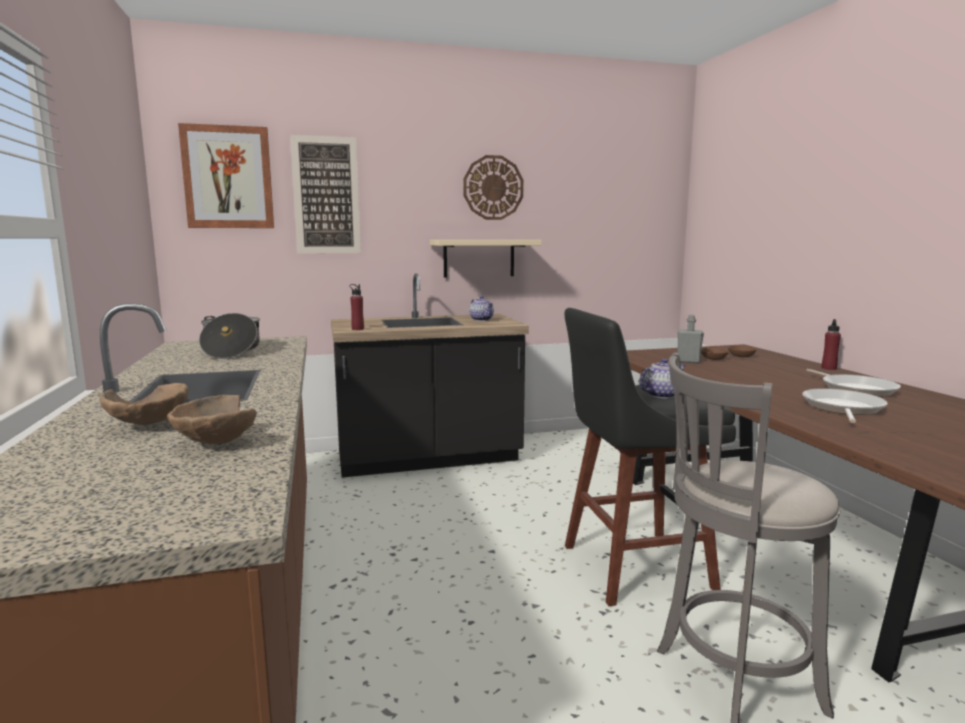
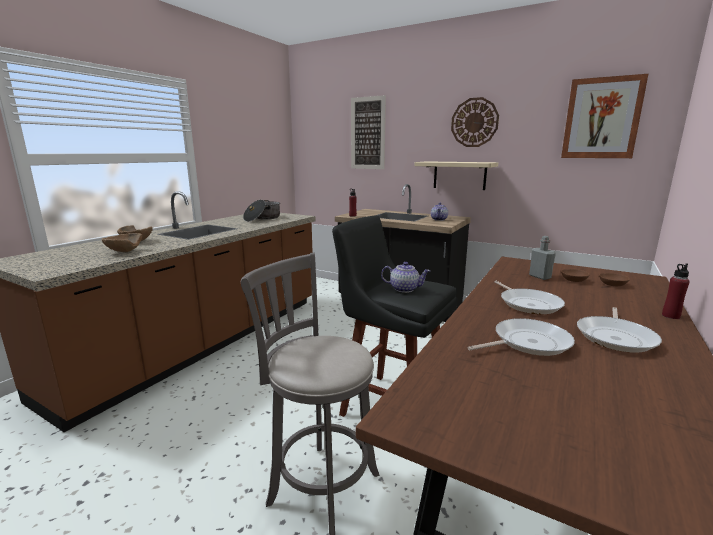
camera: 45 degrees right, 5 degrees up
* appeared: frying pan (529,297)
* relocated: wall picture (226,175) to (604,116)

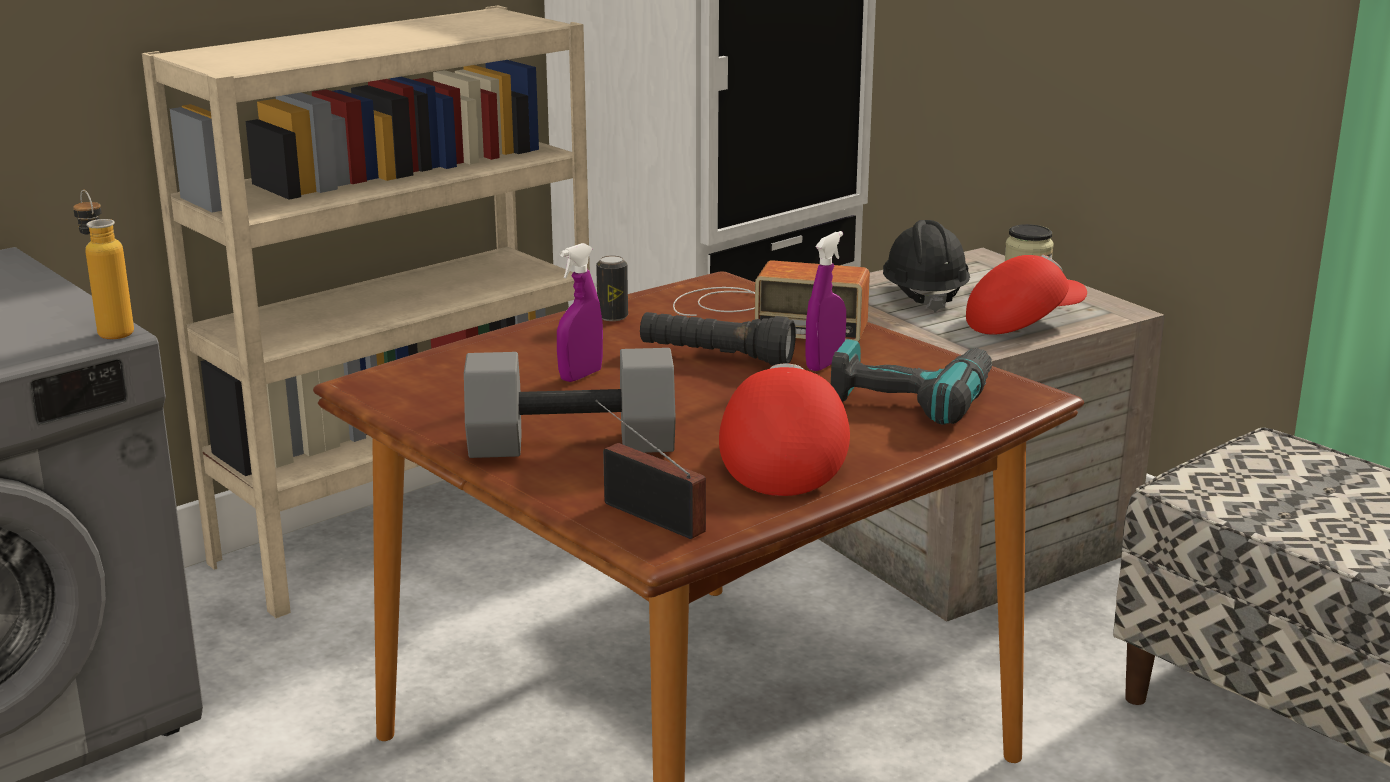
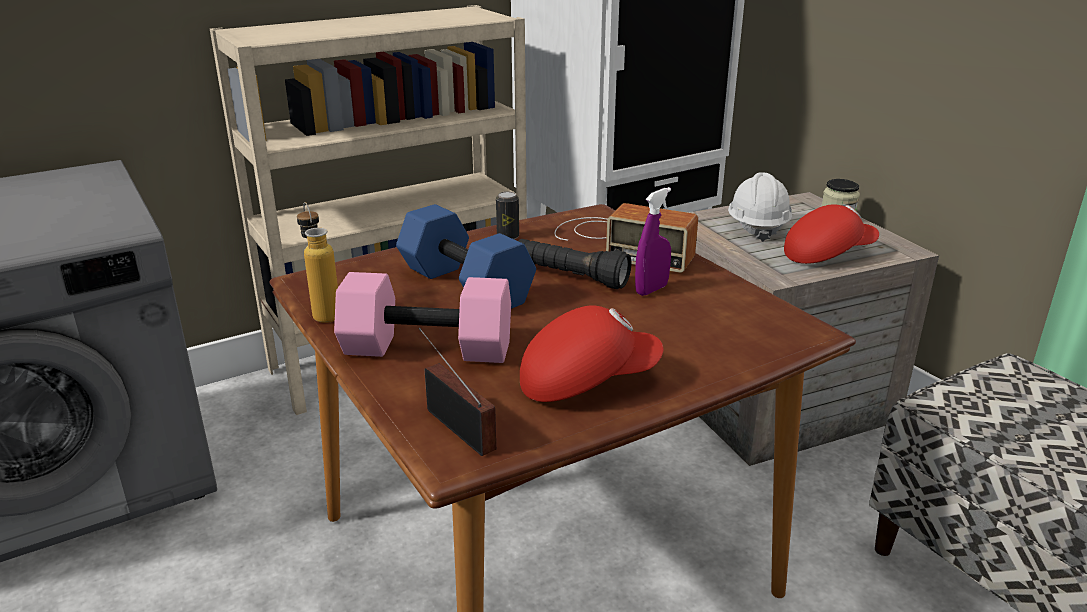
camera: 10 degrees right, 5 degrees up
* relocated: drink bottle (103,264) to (317,262)
* colour: free weight in gray (570,403) to free weight in pinkish (422,317)
* exchanged: hand sprayer in purple-coloured (580,312) to free weight in blue (466,256)
* spun: baseball cap in reddish (784,430) = (591,354) 60 degrees clockwise
* colour: hard hat in blackish (926,266) to hard hat in whitish (760,207)
* missing: power drill (911,381)

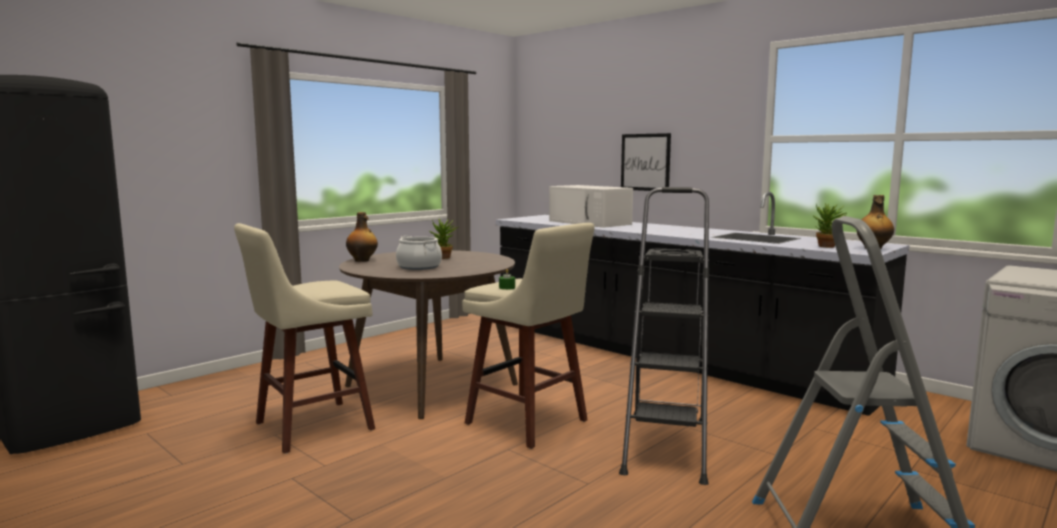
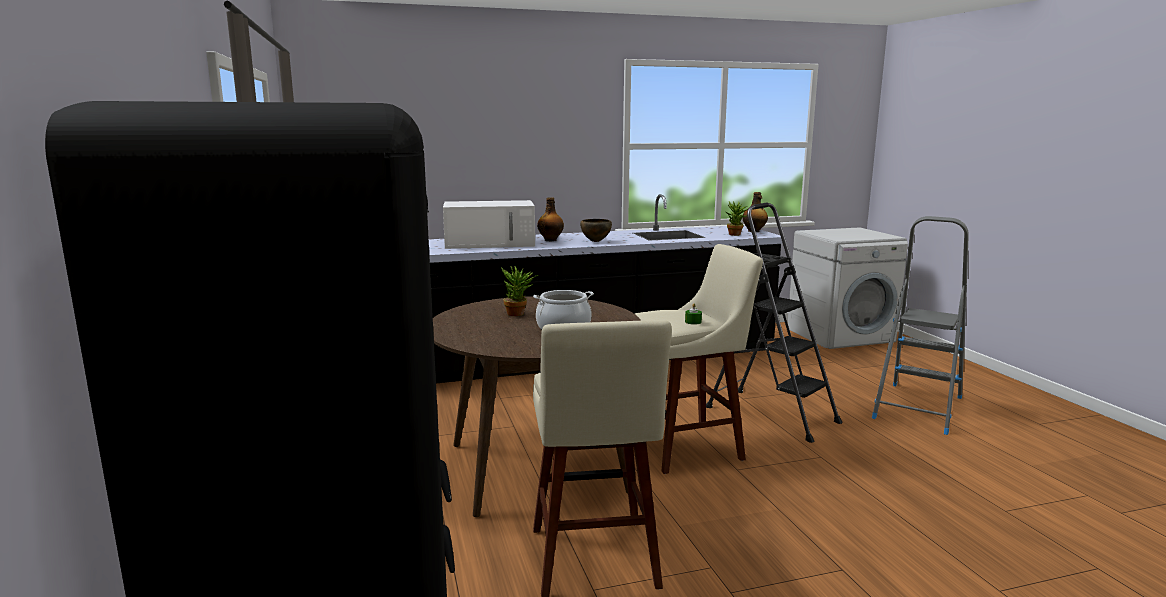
camera: 60 degrees left, 5 degrees up
* relocated: drink bottle (362,237) to (550,219)
* appeared: deep dish in brownish (596,230)
* missing: wall picture (646,162)

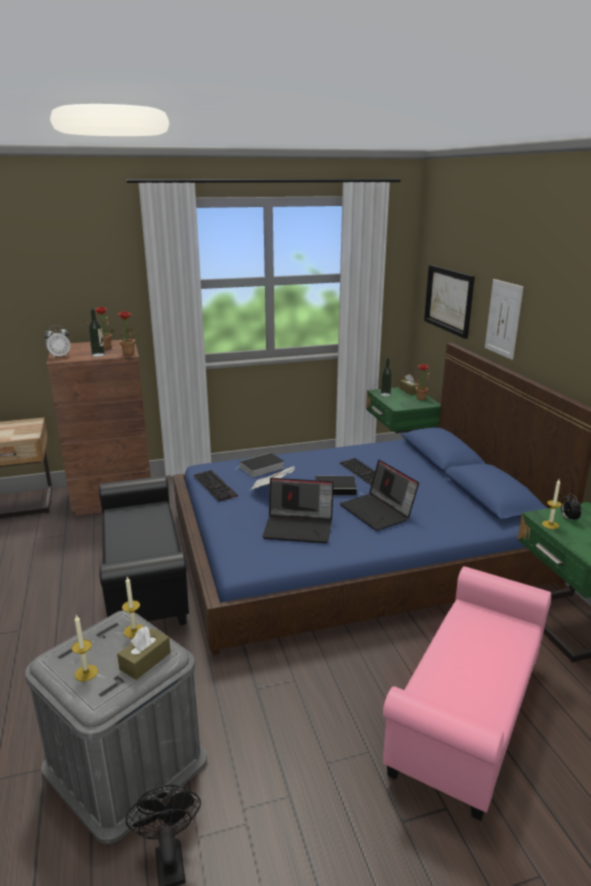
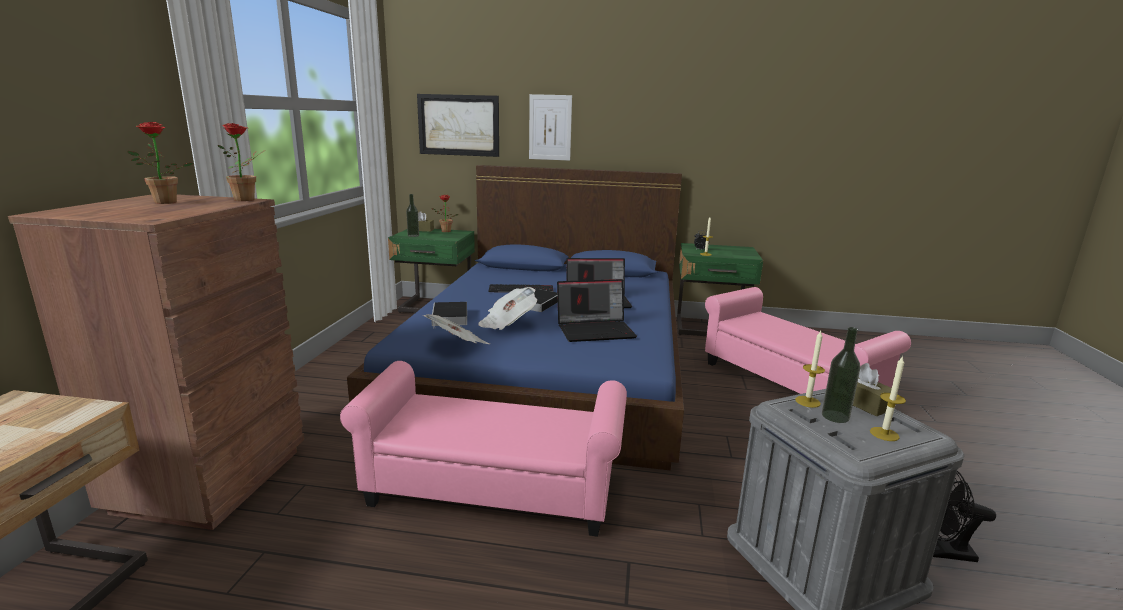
camera: 65 degrees left, 5 degrees down
* colour: ottoman in blackish (144,550) to ottoman in pinkish (483,449)
* exchanged: PC keyboard (215,486) to printed paper (456,329)
* spun: laptop (298,510) = (597,310) 45 degrees clockwise
* relocated: drink bottle (96,332) to (841,375)
* missing: table clock (57,341)

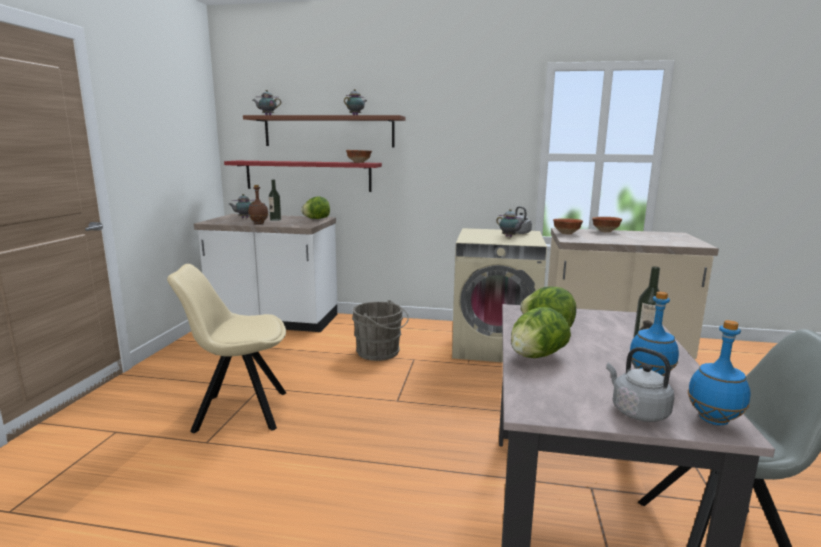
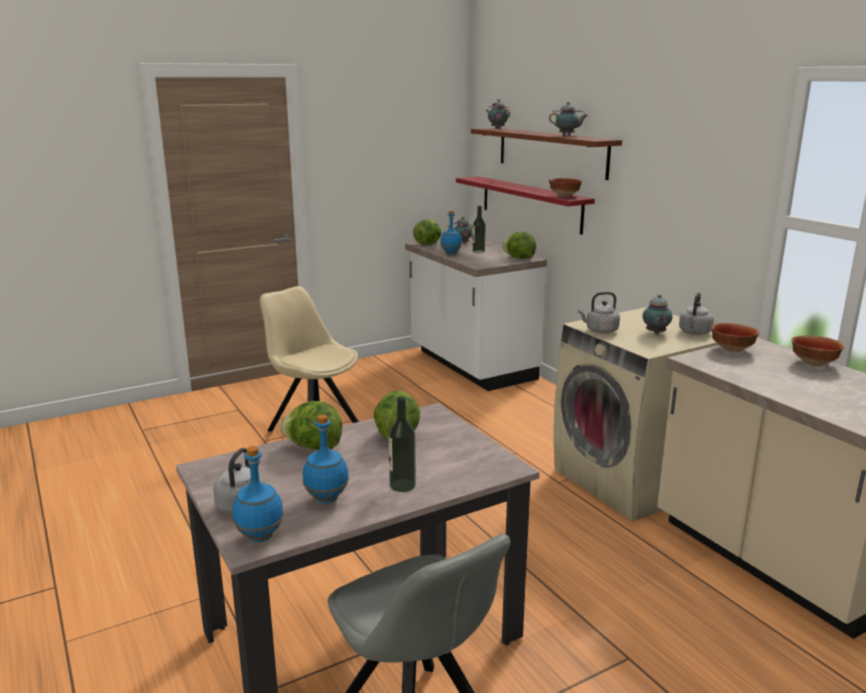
camera: 50 degrees right, 5 degrees up
* appeared: lettuce head (427,231)
* colour: drink bottle in brownish (258,204) to drink bottle in blue (451,233)
* appeared: water kettle in gray (599,312)
* missing: pail in gray (380,330)

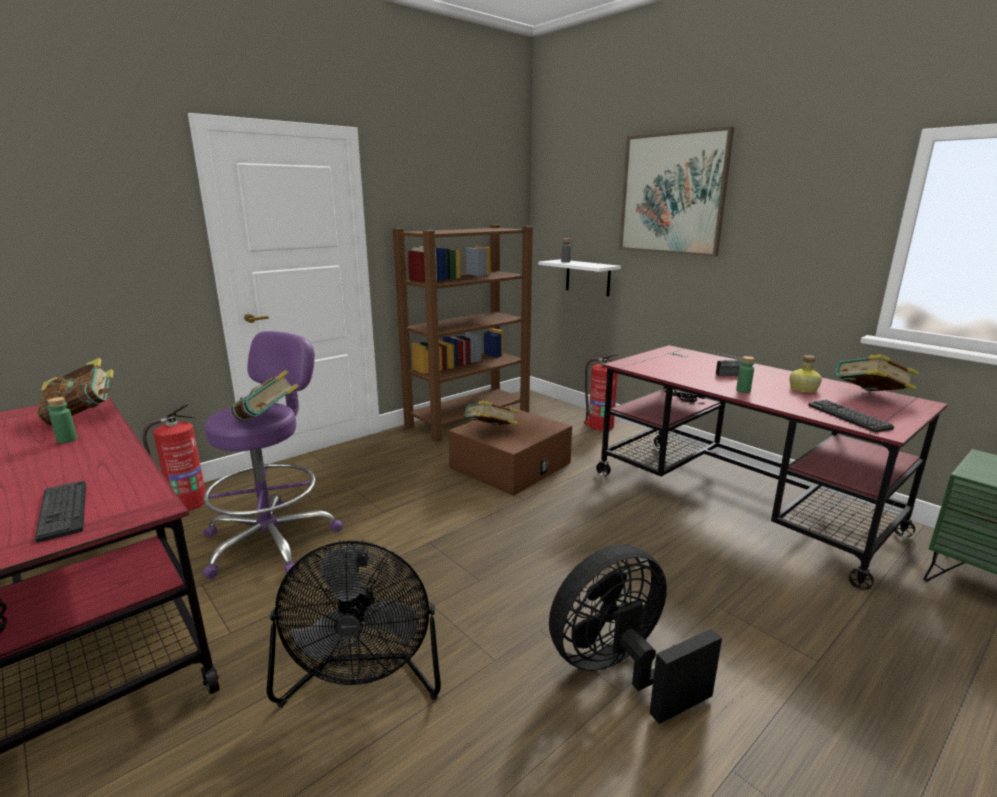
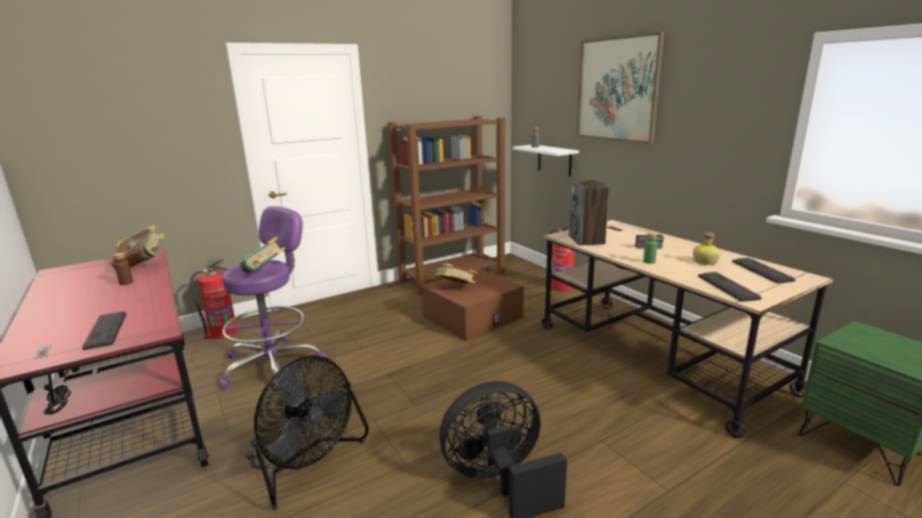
camera: 10 degrees right, 0 degrees up
* colour: drink bottle in green (62,420) to drink bottle in brownish (123,269)
* spun: fan in blackish (354,624) = (307,433) 60 degrees counterclockwise
* colour: desk in reddish (772,467) to desk in beige (687,329)
* appeared: speaker (589,213)
* exchanged: bound book (877,372) to PC keyboard (763,270)

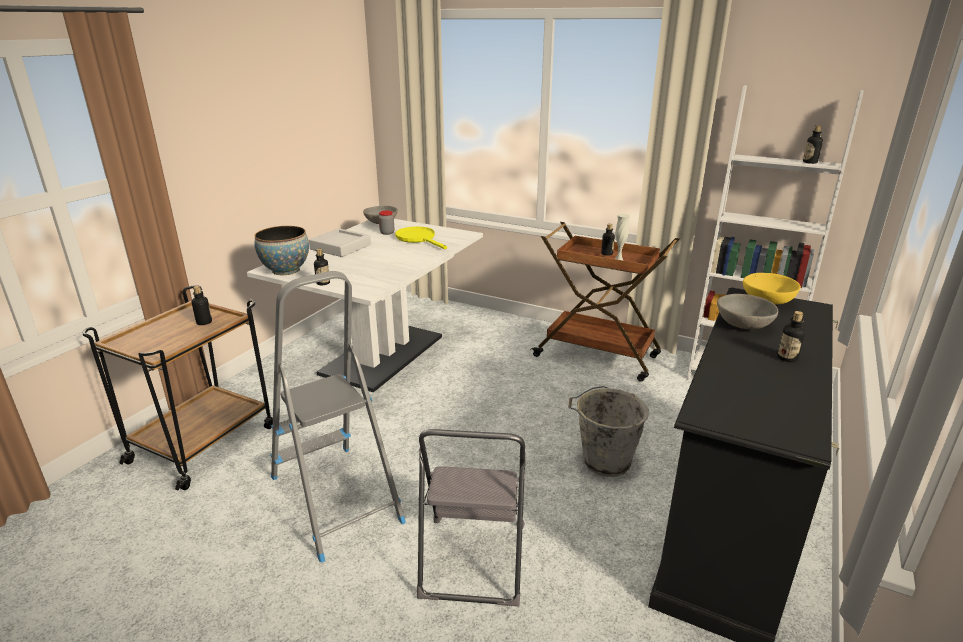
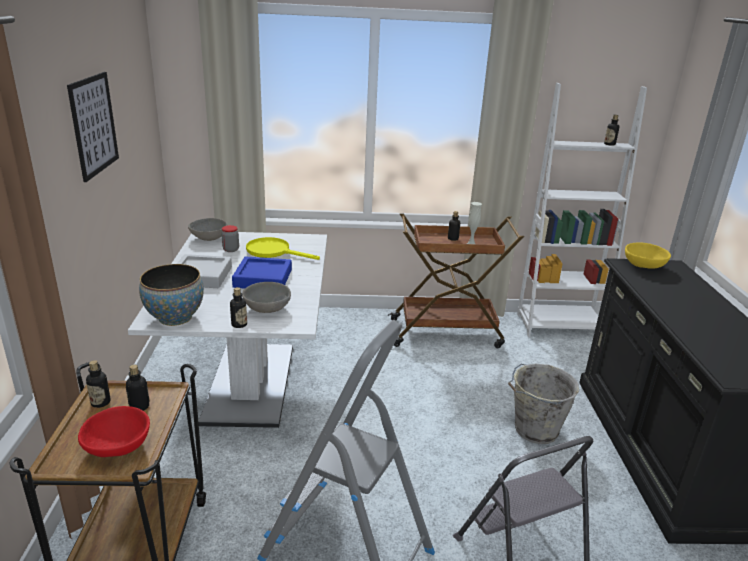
camera: 30 degrees left, 0 degrees up
* appeared: wall picture (93,127)
* appeared: deep dish in reddish (114,431)
* relocated: drink bottle (791,336) to (98,384)
* appeared: tray in blue (262,272)
* relocated: deep dish in gray (747,312) to (266,297)

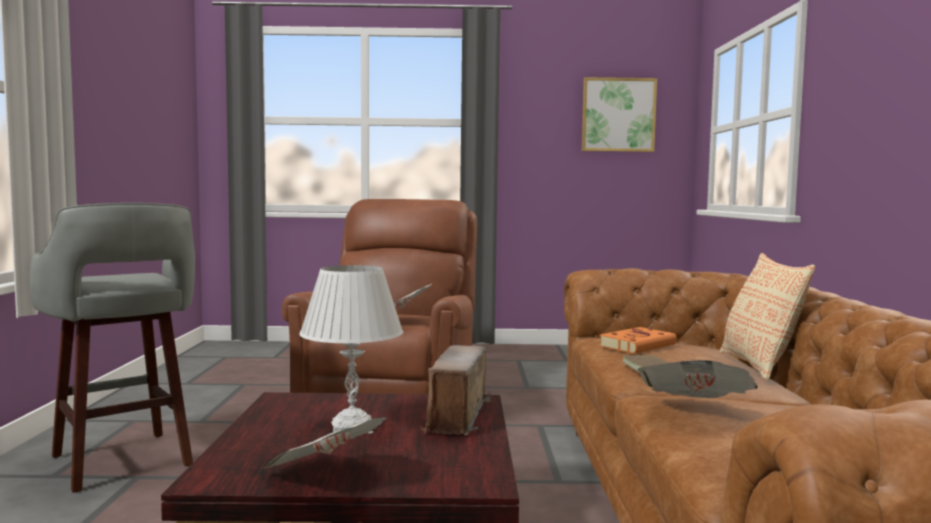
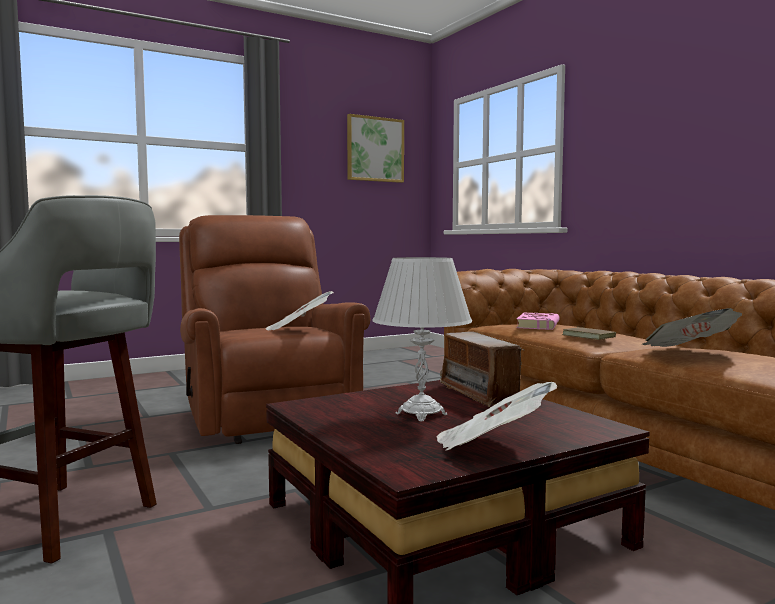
camera: 30 degrees left, 0 degrees up
* colour: bound book in orangey (638,340) to bound book in pinkish (537,321)
* missing: throw pillow in beige (767,317)

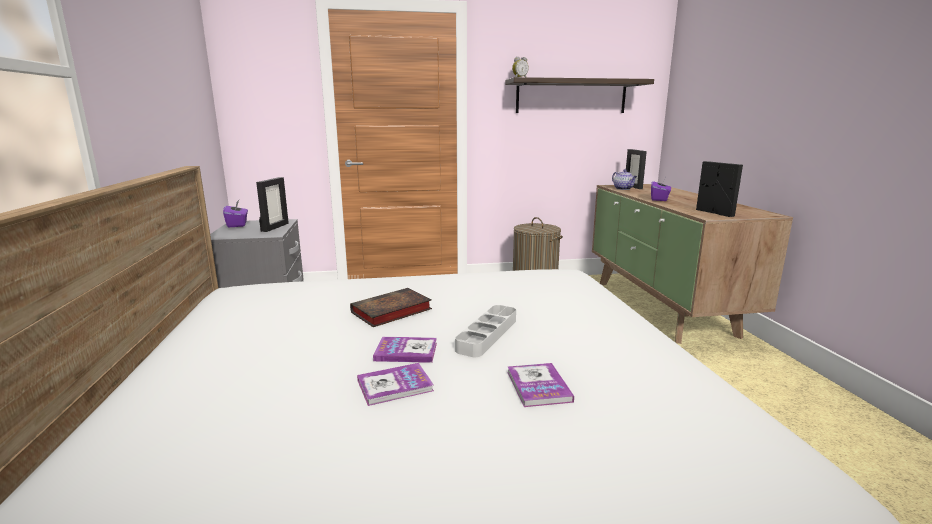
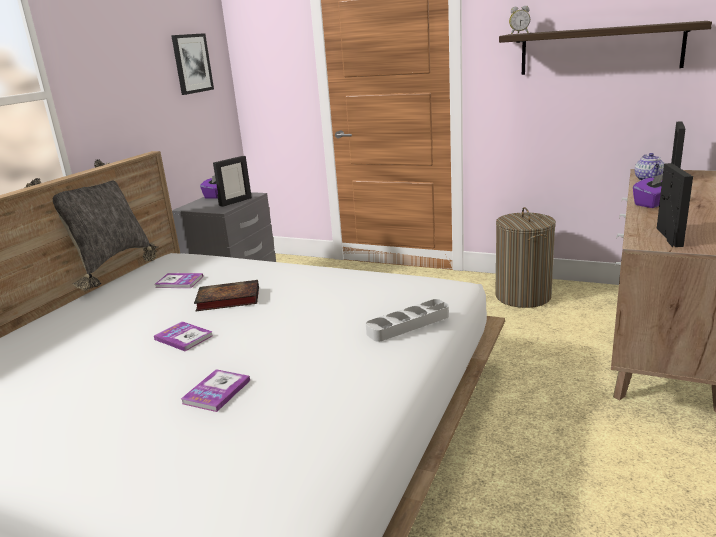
camera: 35 degrees right, 5 degrees up
* appeared: throw pillow (92,225)
* relocated: bound book (395,384) to (179,280)
* appeared: wall picture (192,64)
* relocated: tray in gray (485,331) to (407,320)

